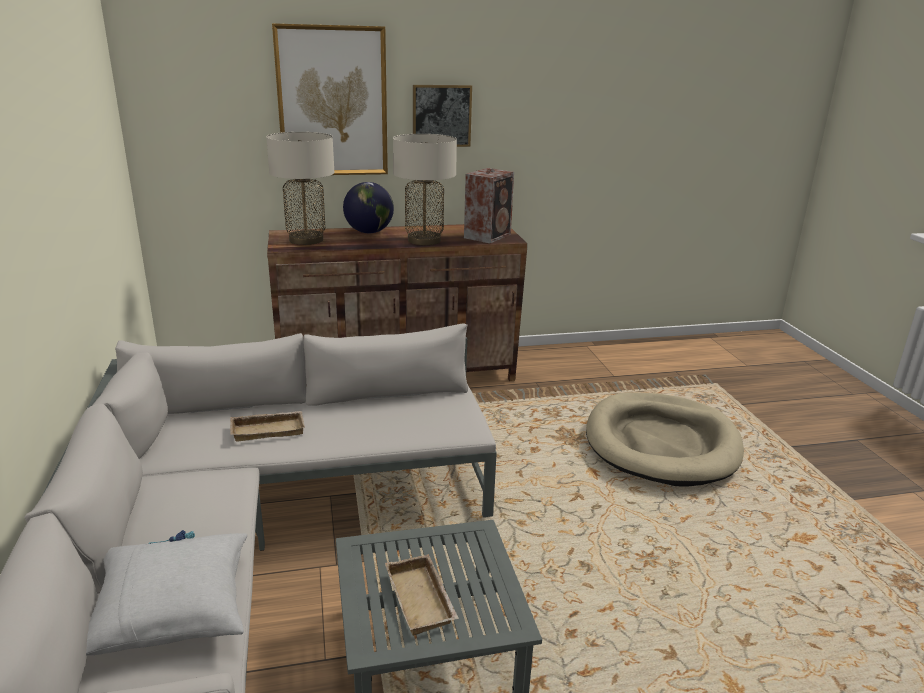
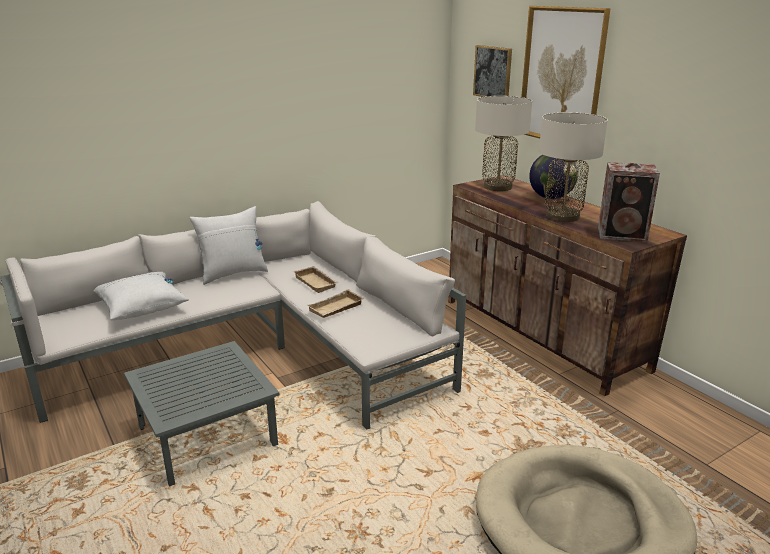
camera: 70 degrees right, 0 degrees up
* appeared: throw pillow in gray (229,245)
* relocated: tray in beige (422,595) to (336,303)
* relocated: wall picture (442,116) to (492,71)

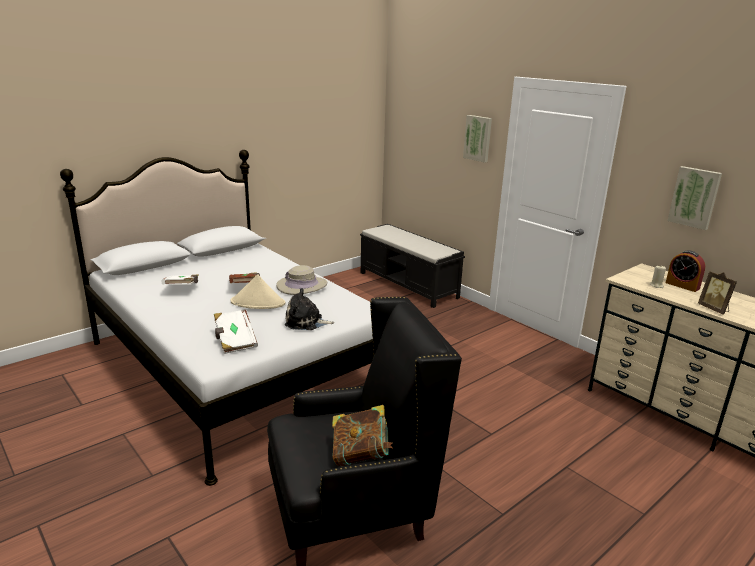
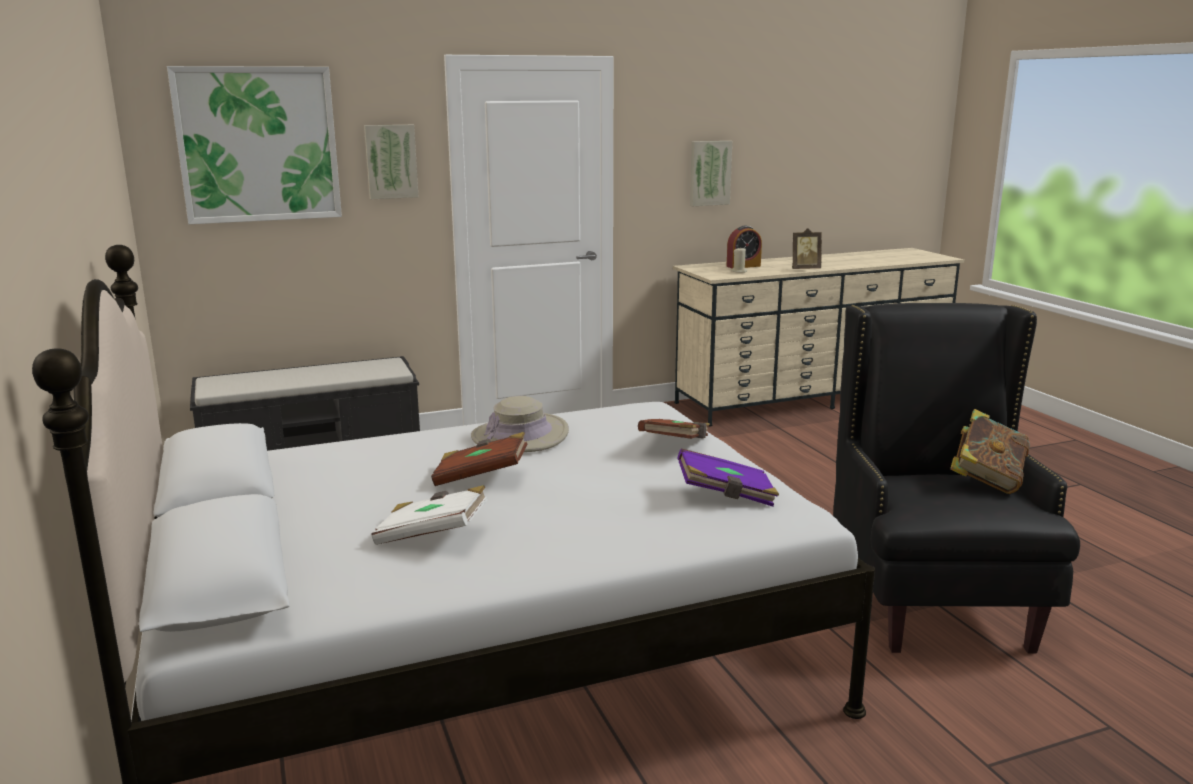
camera: 70 degrees left, 5 degrees down
* appeared: wall picture (254,145)
* exchanged: cuddly toy (310,309) to bound book in brownish (674,429)
* colour: bound book in whitish (236,332) to bound book in purple-coloured (728,477)
* missing: hat in beige (258,291)

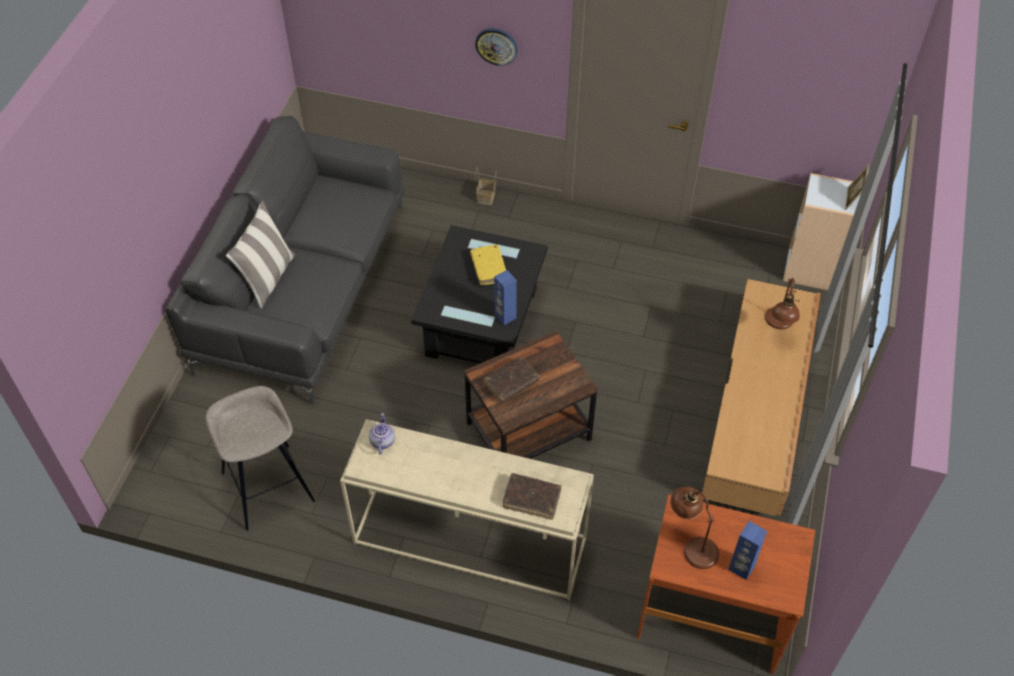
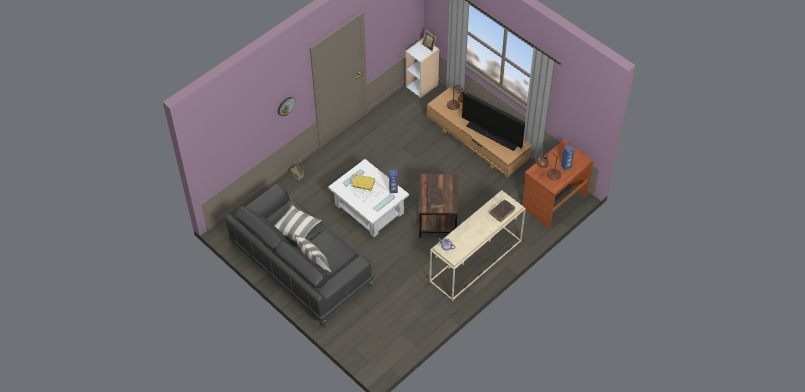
camera: 60 degrees left, 0 degrees up
* appeared: throw pillow (298,223)
* colour: coffee table in blackish (479,294) to coffee table in whitish (368,198)
* appeared: television (493,122)
* missing: stool seat in gray (260,458)

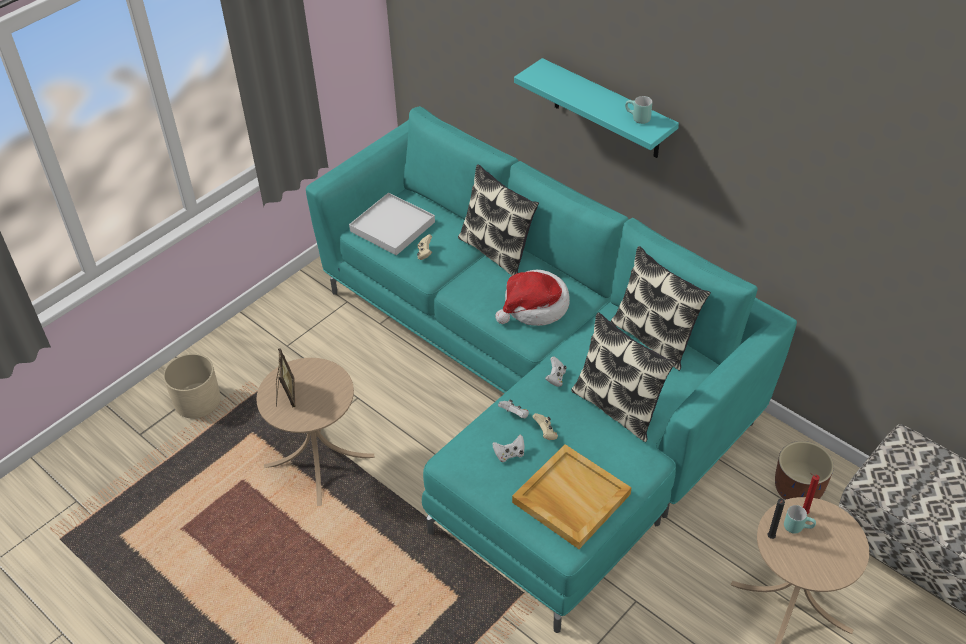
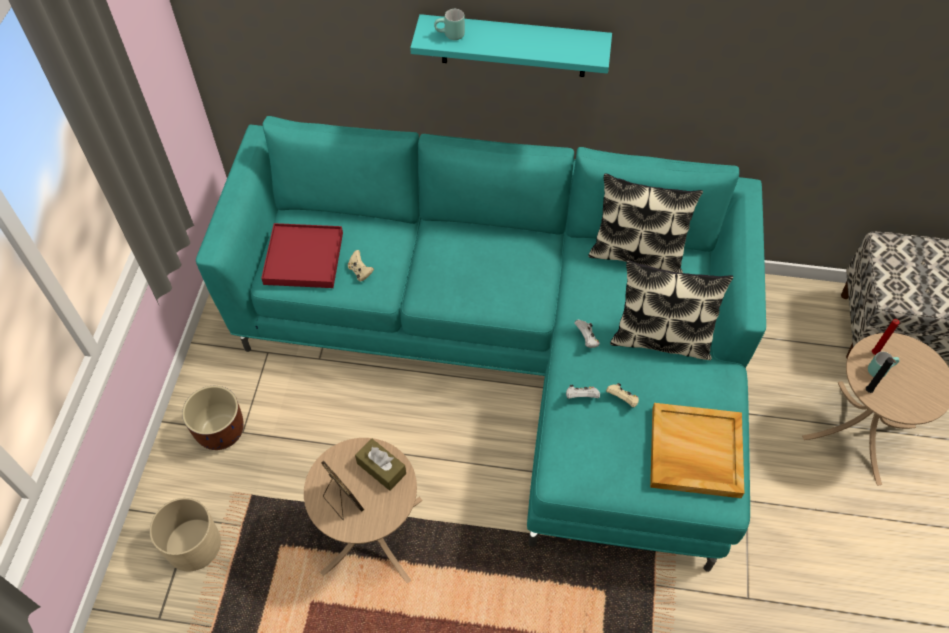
camera: 35 degrees left, 10 degrees up
* relocated: planter in brownish (804,470) to (213,418)
* colour: tray in whitish (392,223) to tray in reddish (302,255)
* appeared: tissue holder in brownish (380,465)
* relocated: tea mug in turquoise-coloured (638,110) to (449,24)
* missing: throw pillow (498,220)
* missing: joypad in whitish (508,448)
* missing: hat (532,298)

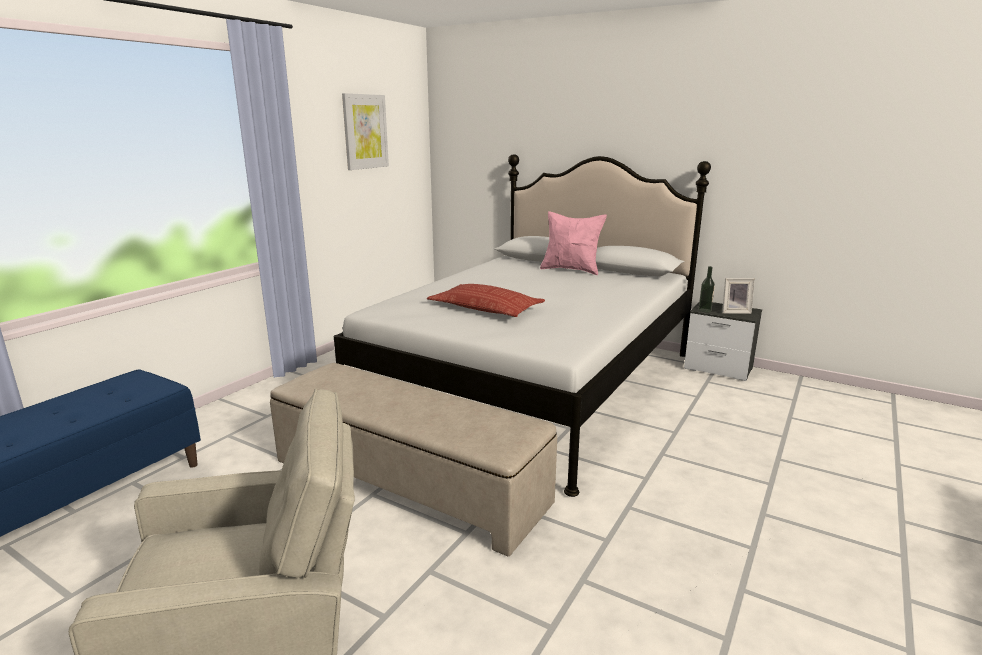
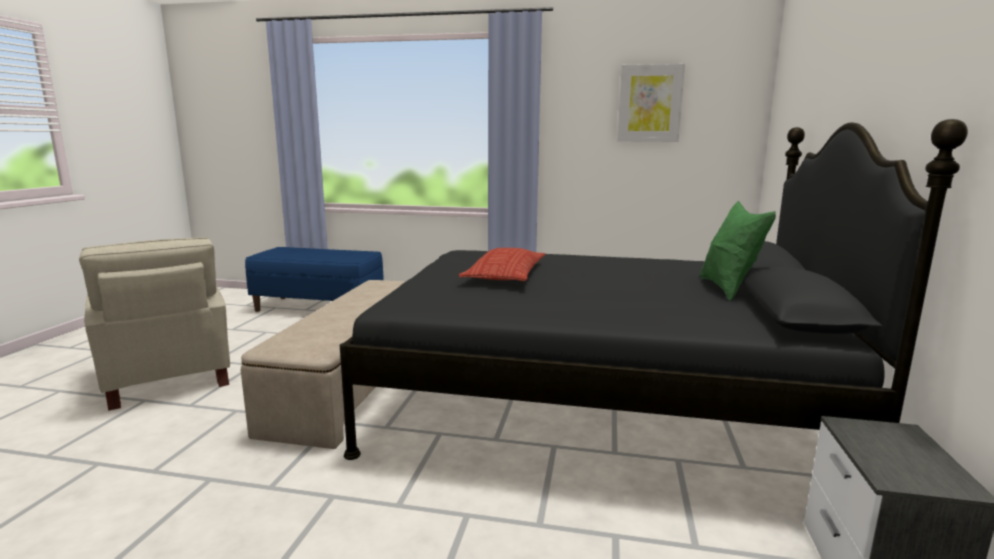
camera: 70 degrees right, 5 degrees down
* colour: bedroom bed in whitish (522,325) to bedroom bed in blackish (654,289)
* colour: throw pillow in pinkish (573,243) to throw pillow in green (738,251)
* missing: drink bottle (707,289)
* missing: photo frame (738,296)

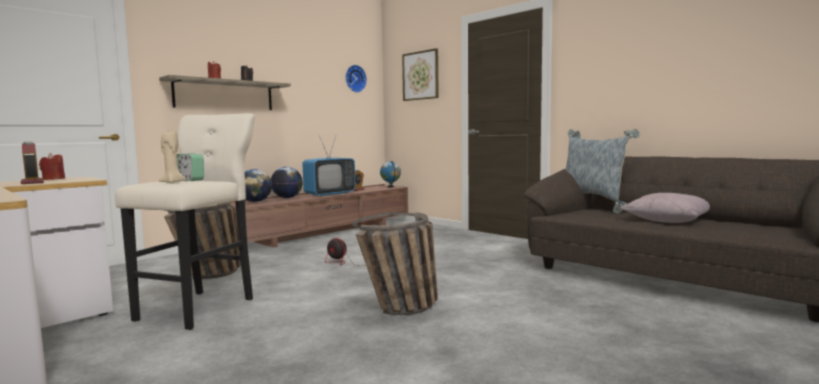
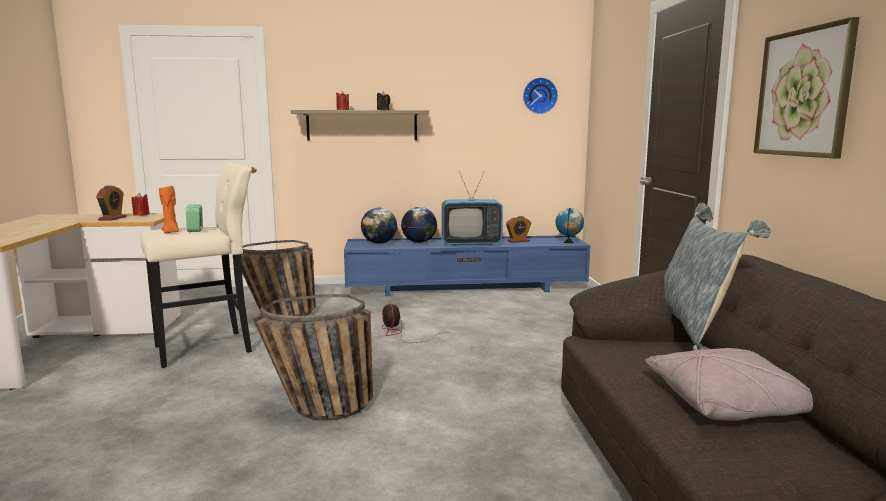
camera: 40 degrees right, 5 degrees up
* colour: wax candle in beige (172,156) to wax candle in orangey (169,209)
* colour: media console in brownish (313,216) to media console in blue (467,265)
* relocated: wall picture (420,74) to (806,87)

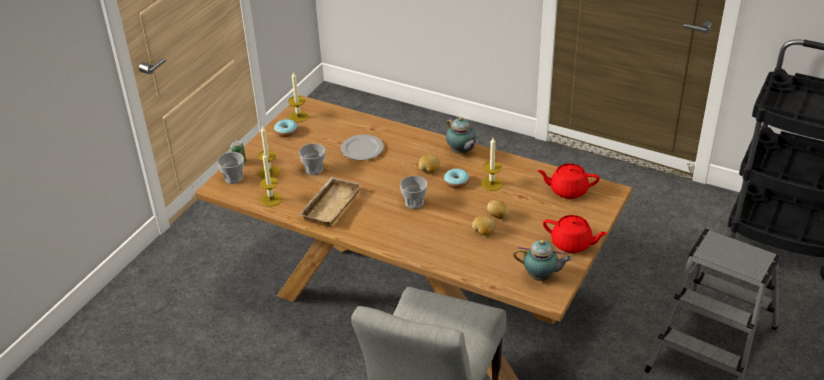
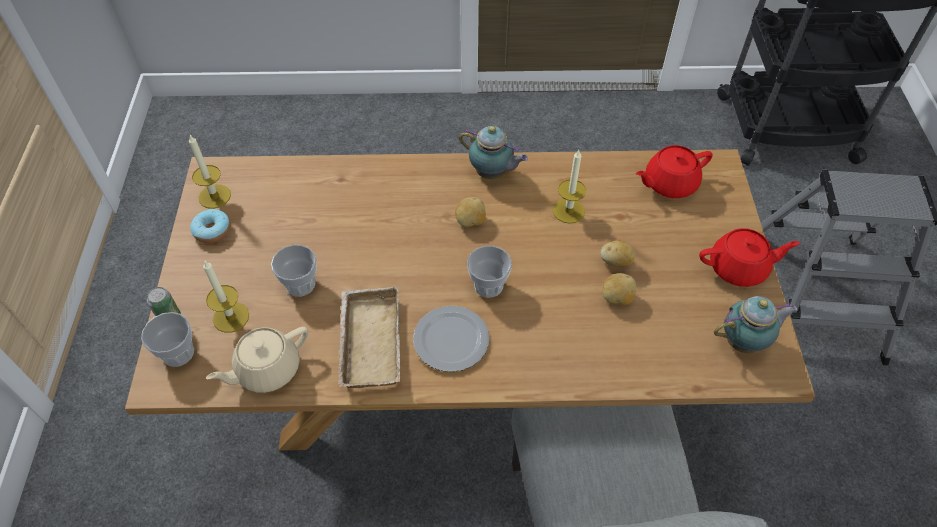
camera: 30 degrees left, 15 degrees up
* exchanged: wax candle (270,180) to tea pot in beige (257,360)
* relocated: dinner plate (362,147) to (451,339)
* missing: doughnut (456,178)

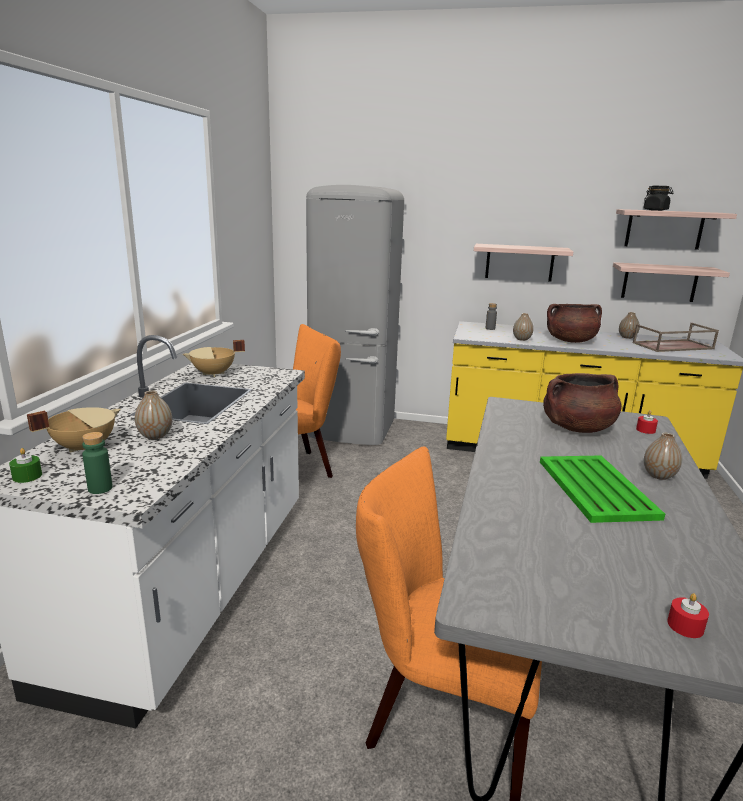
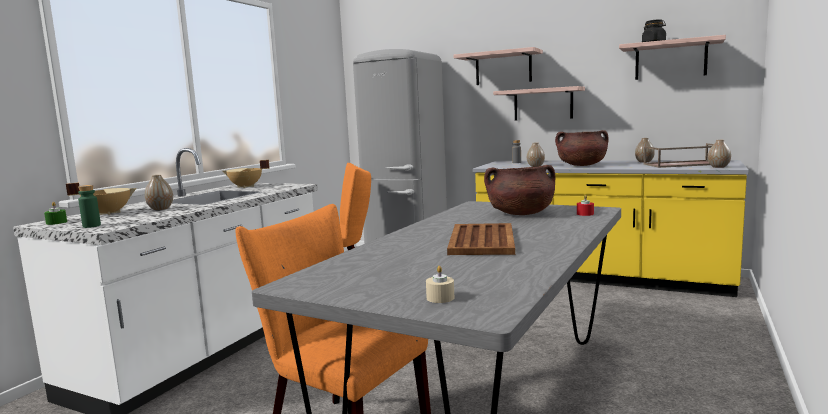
camera: 15 degrees right, 10 degrees down
* colour: wax candle in reddish (688,615) to wax candle in beige (440,284)
* colour: tray in green (602,489) to tray in brownish (481,239)
* relocated: wall shelf (671,282) to (498,66)
* relocated: flower vase (663,456) to (719,154)

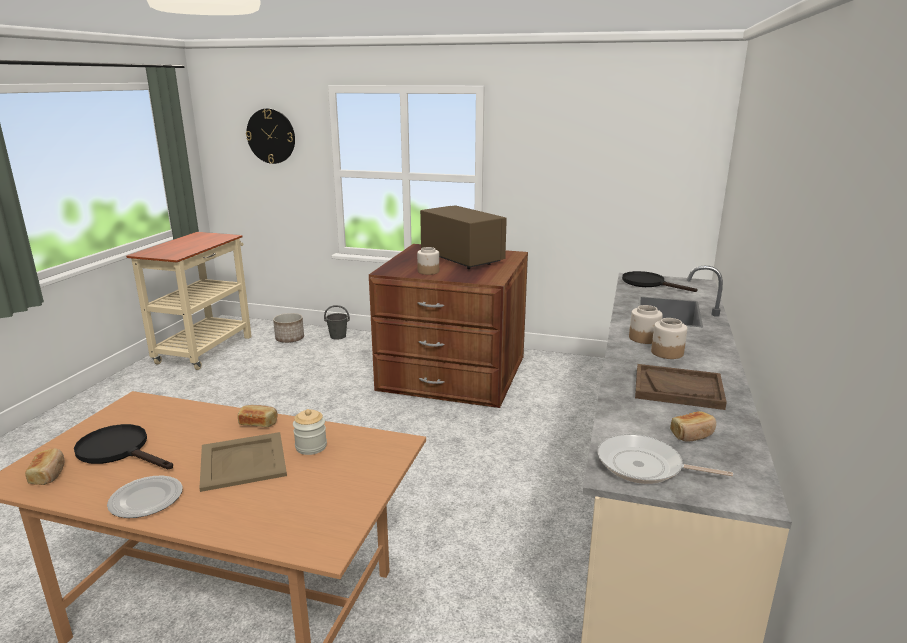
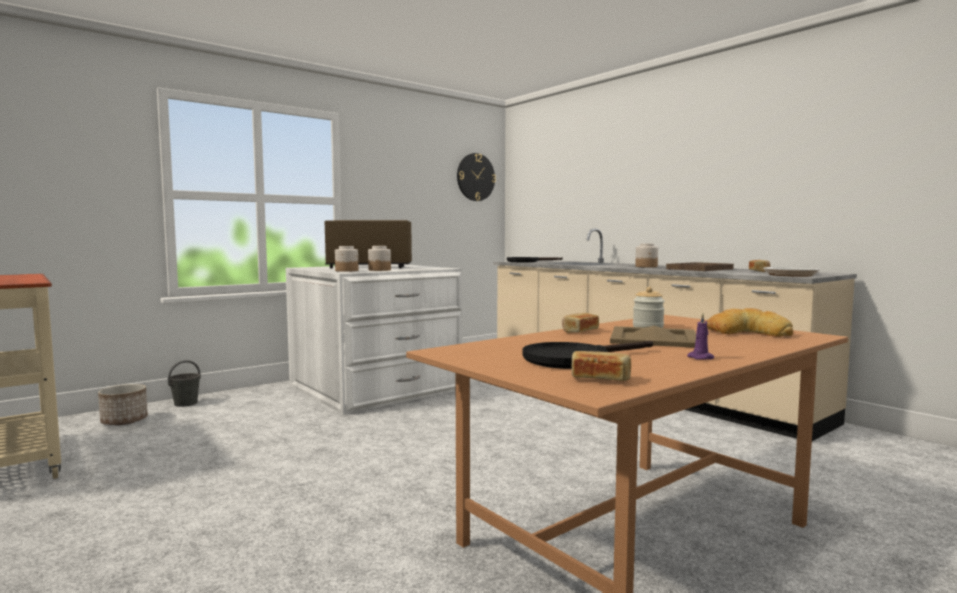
camera: 55 degrees left, 15 degrees down
* colour: drawer chest in brownish (448,326) to drawer chest in whitish (374,339)
* relocated: preserve jar (646,324) to (346,259)
* relocated: clock on the wall (270,136) to (476,177)
* exchanged: dinner plate (145,496) to wax candle in purple-coloured (701,336)
* appeared: bread (750,322)

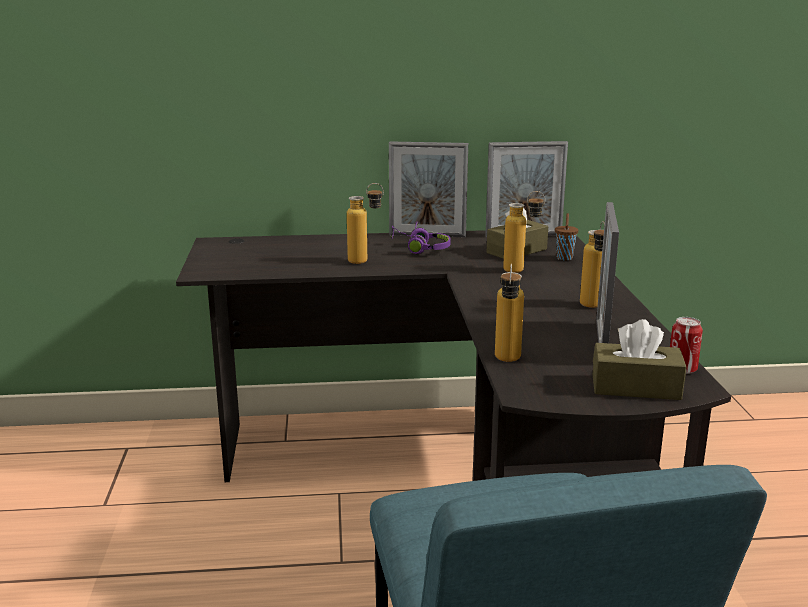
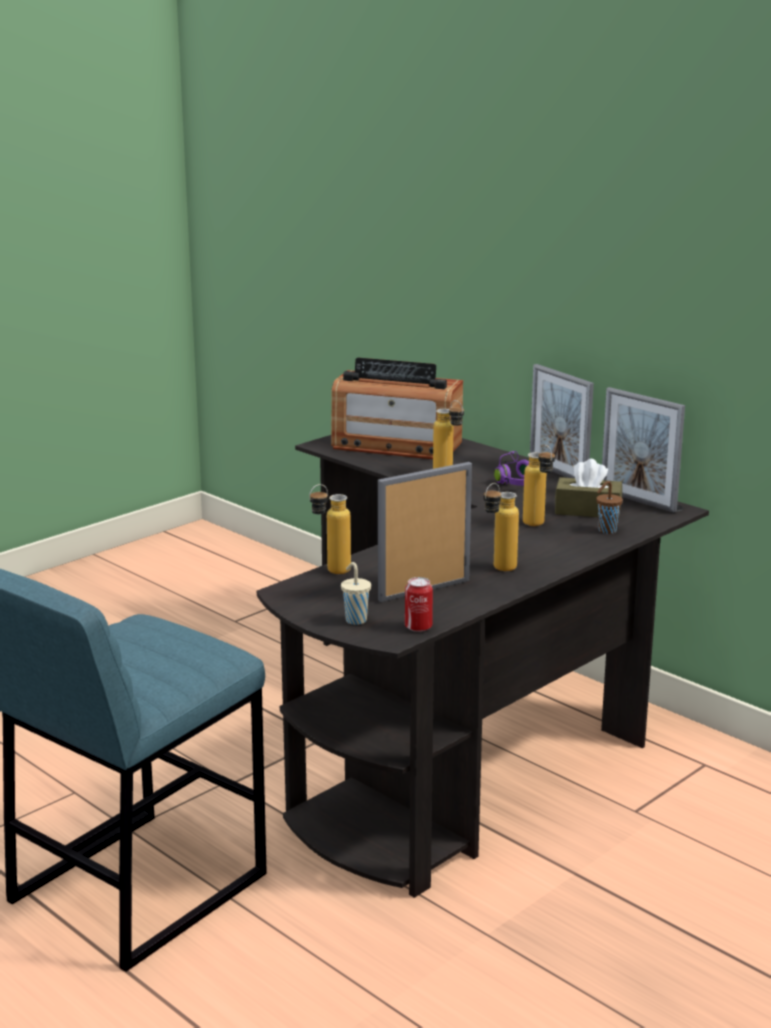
camera: 50 degrees right, 0 degrees up
* appeared: radio (397,408)
* exchanged: tissue holder in brownish (639,359) to cup in beige (356,593)

